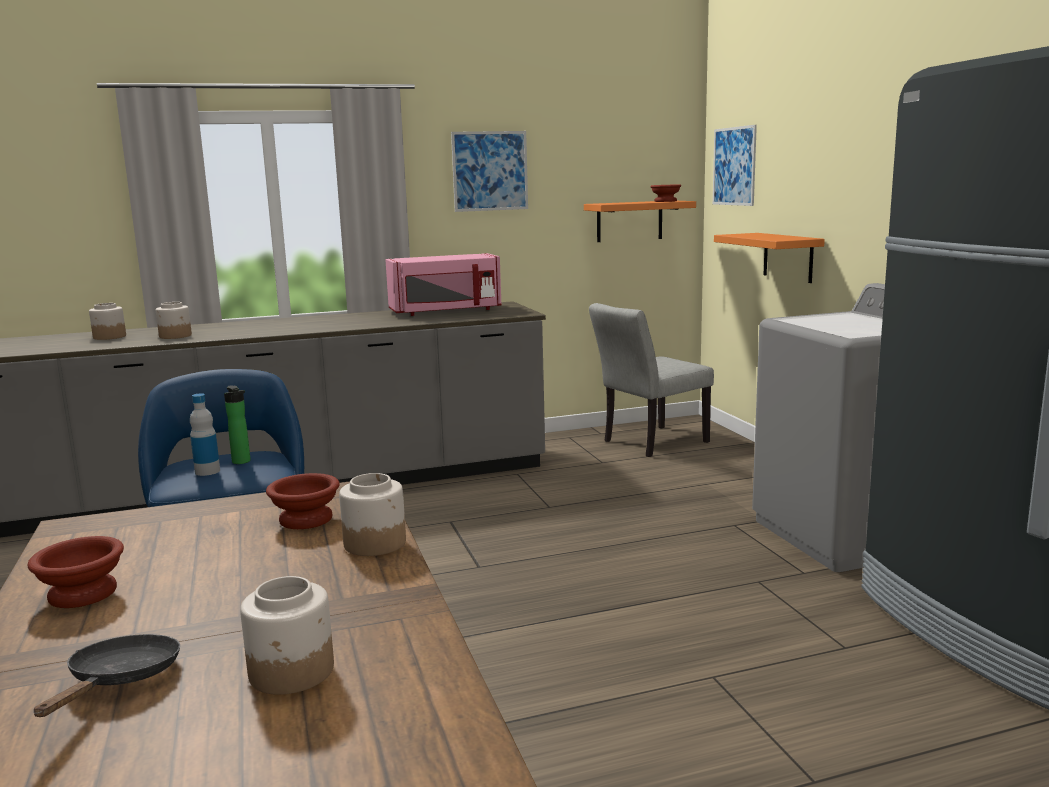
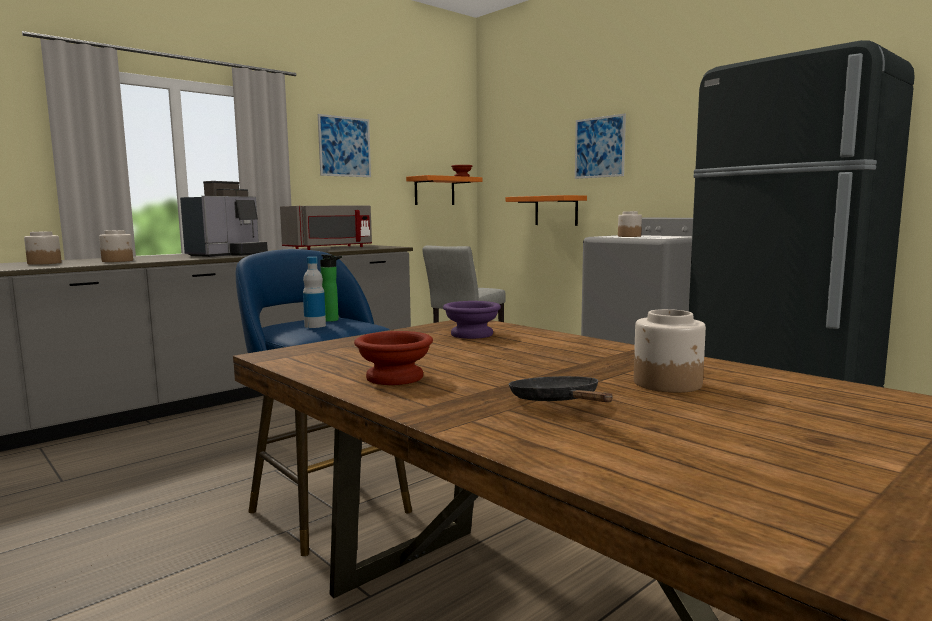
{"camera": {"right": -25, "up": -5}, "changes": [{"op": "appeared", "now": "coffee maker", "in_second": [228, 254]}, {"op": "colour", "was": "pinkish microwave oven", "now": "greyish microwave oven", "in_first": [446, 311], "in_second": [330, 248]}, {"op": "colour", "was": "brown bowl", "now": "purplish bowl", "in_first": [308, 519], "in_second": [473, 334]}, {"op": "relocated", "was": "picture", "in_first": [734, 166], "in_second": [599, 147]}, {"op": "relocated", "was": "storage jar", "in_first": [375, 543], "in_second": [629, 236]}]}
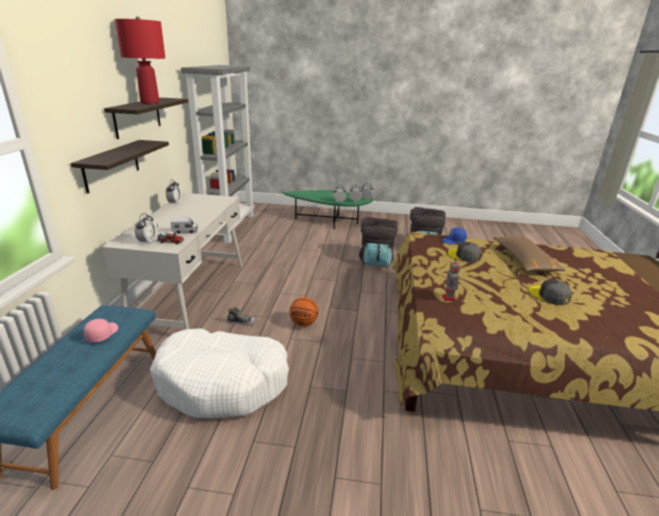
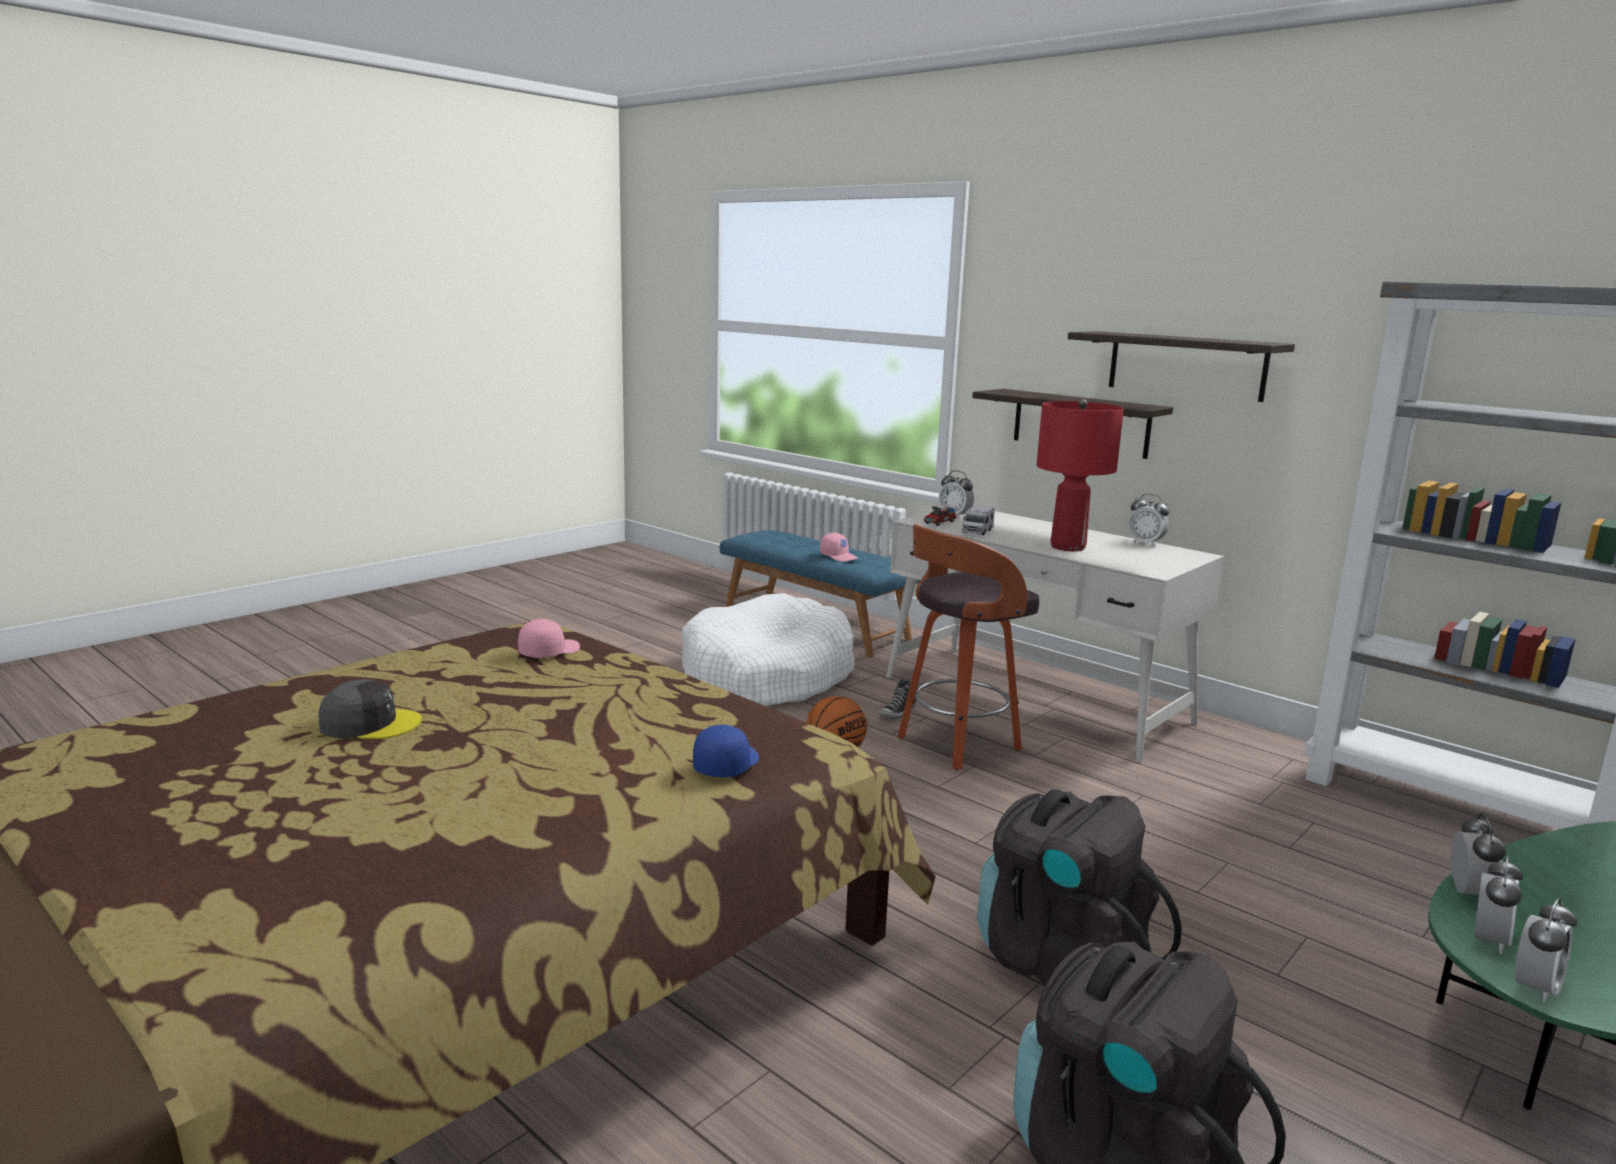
{"camera": {"right": 125, "up": -10}, "changes": [{"op": "exchanged", "was": "model robot", "now": "pinkish cap", "in_first": [449, 298], "in_second": [549, 651]}, {"op": "appeared", "now": "sitting stool", "in_second": [956, 745]}, {"op": "relocated", "was": "reddish tabletop lamp", "in_first": [150, 103], "in_second": [1067, 547]}, {"op": "missing", "was": "greyish cap", "in_first": [464, 256]}, {"op": "missing", "was": "brown cushion", "in_first": [524, 261]}]}
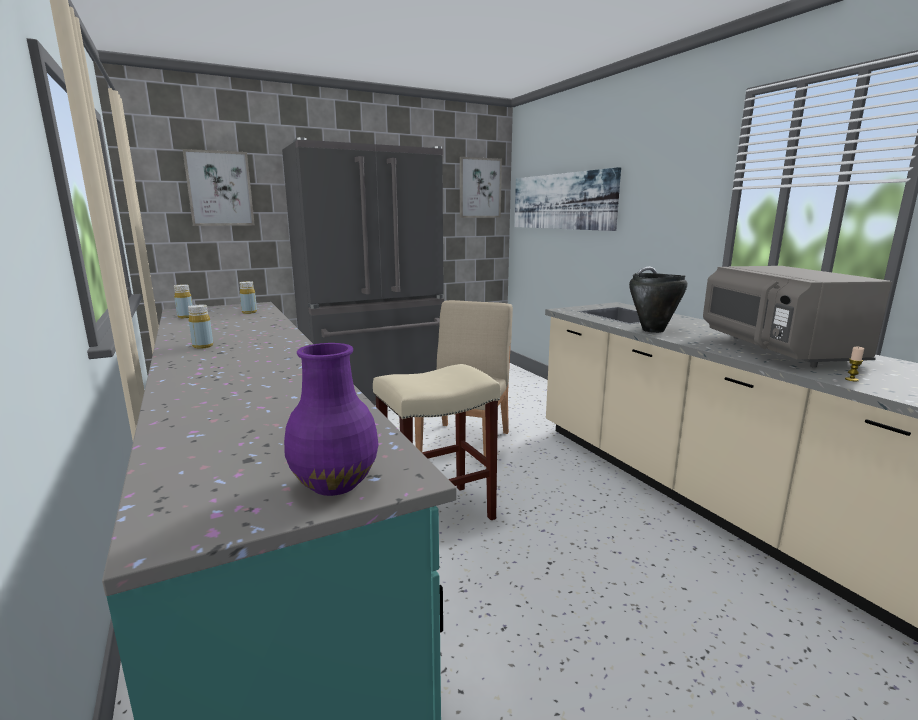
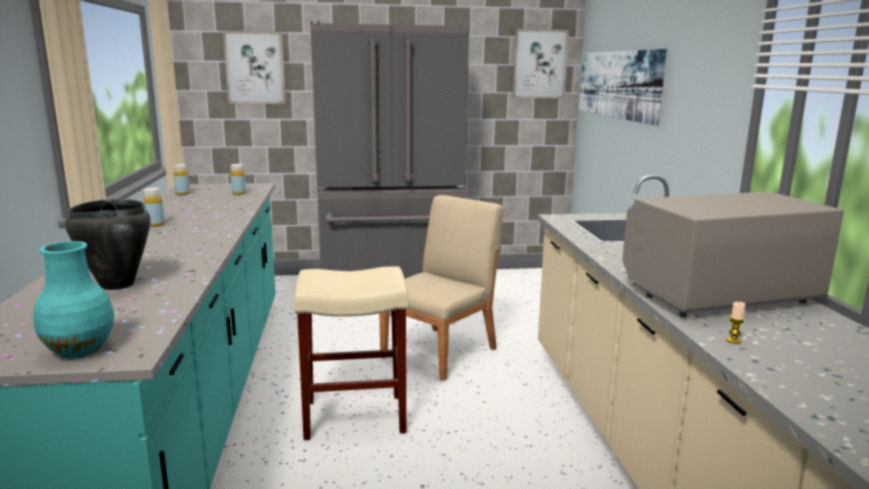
{"camera": {"right": 20, "up": 0}, "changes": [{"op": "colour", "was": "purplish vase", "now": "blue-green vase", "in_first": [336, 484], "in_second": [80, 350]}, {"op": "relocated", "was": "blackish saucepot", "in_first": [653, 330], "in_second": [116, 285]}, {"op": "spun", "was": "greyish microwave oven", "in_first": [776, 350], "in_second": [717, 294], "clockwise": 60}]}
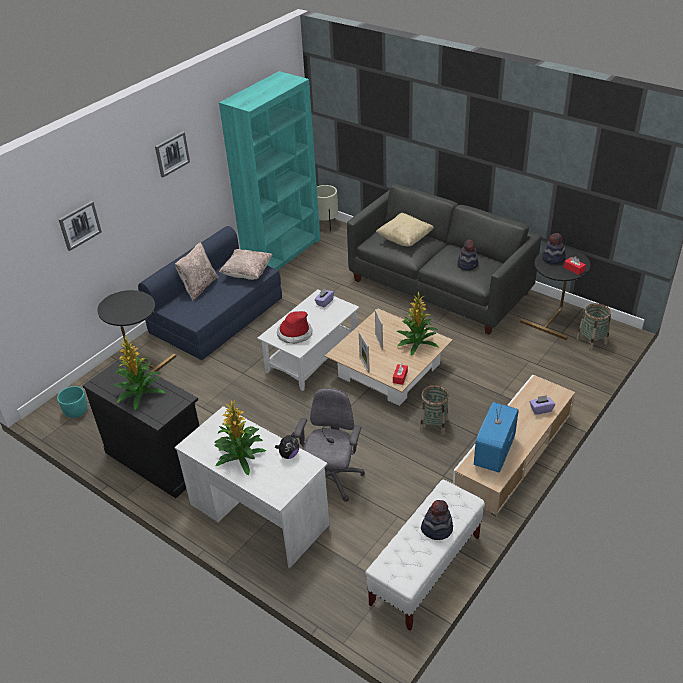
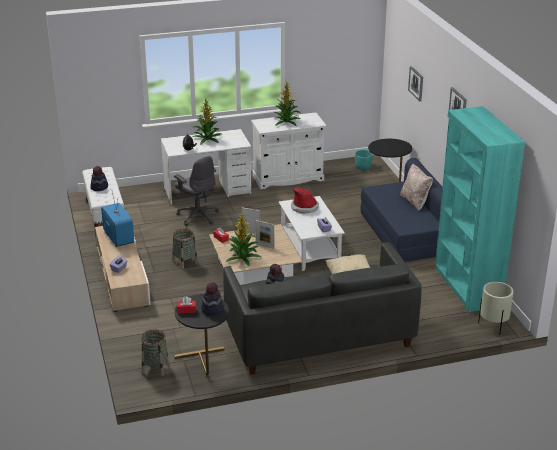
{"camera": {"right": 125, "up": -10}, "changes": [{"op": "colour", "was": "blackish cabinet", "now": "whitish cabinet", "in_first": [157, 459], "in_second": [288, 178]}, {"op": "missing", "was": "beige cushion", "in_first": [247, 273]}]}
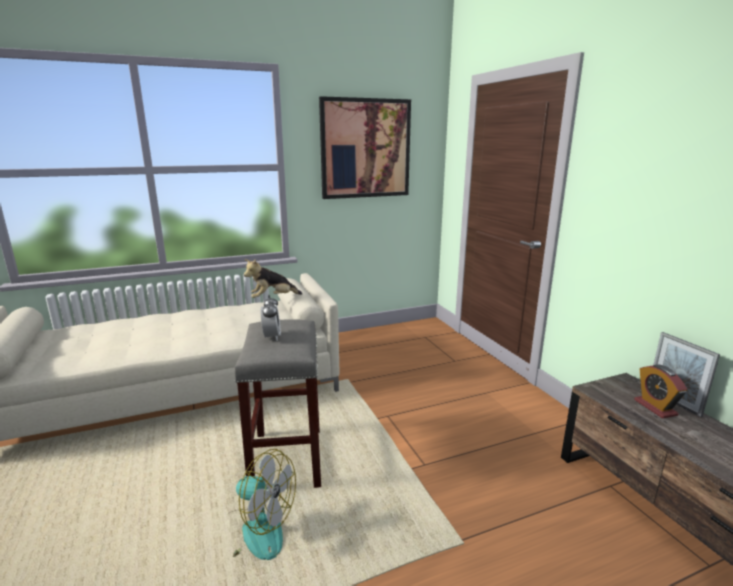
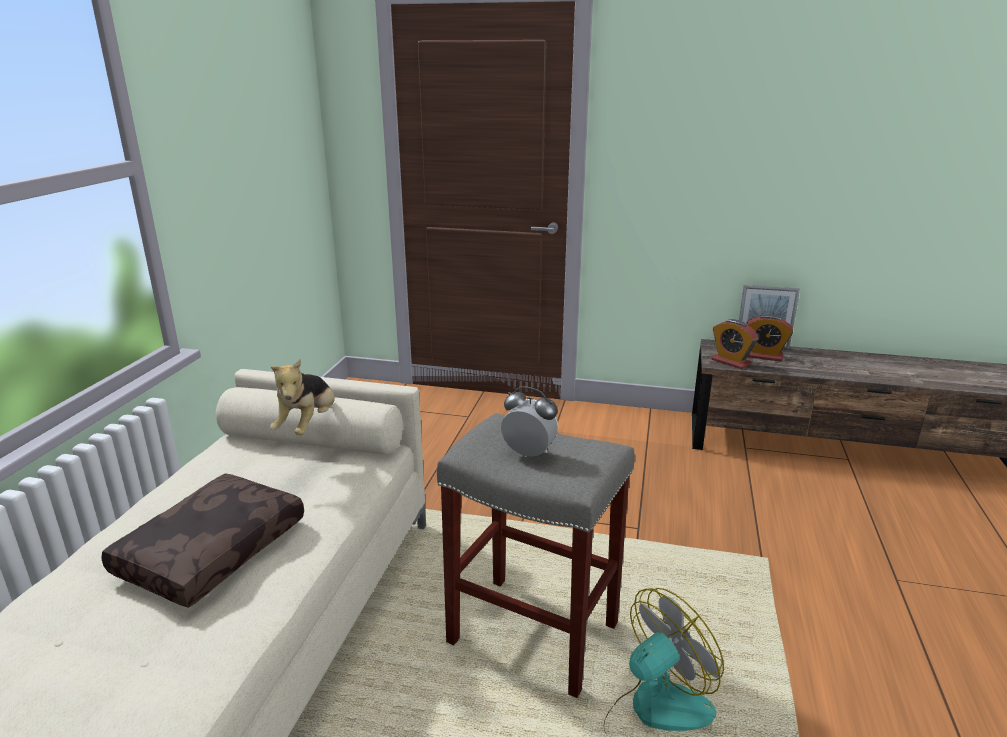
{"camera": {"right": -55, "up": 5}, "changes": [{"op": "appeared", "now": "brown cushion", "in_second": [211, 549]}, {"op": "appeared", "now": "alarm clock", "in_second": [731, 362]}, {"op": "missing", "was": "picture", "in_first": [365, 149]}]}
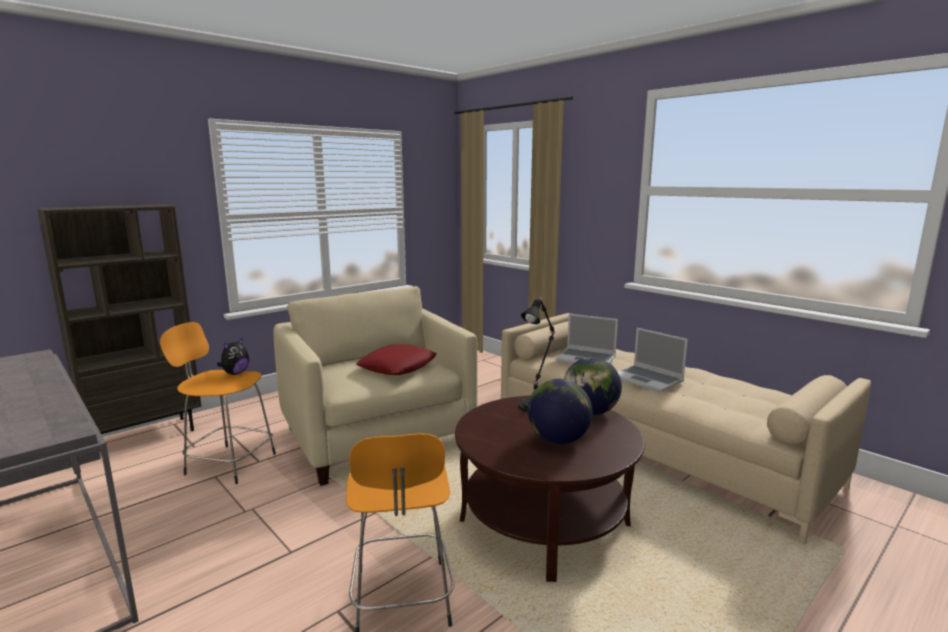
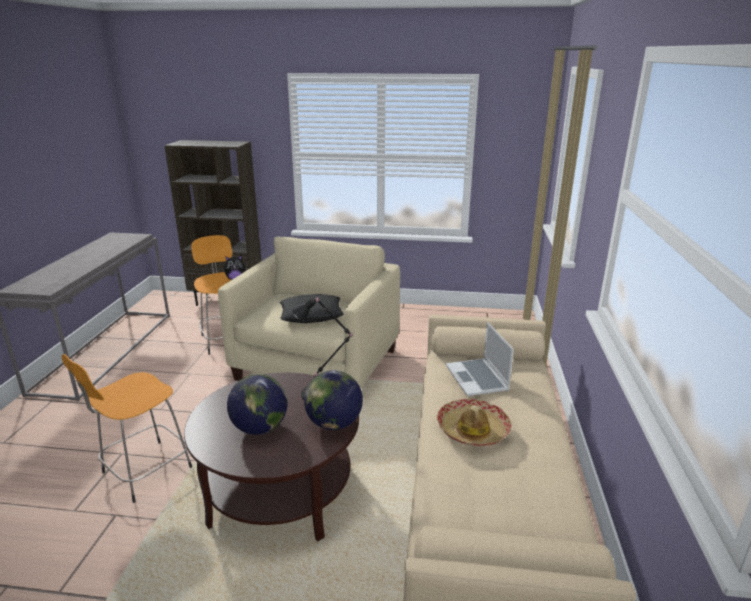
{"camera": {"right": 50, "up": 10}, "changes": [{"op": "colour", "was": "reddish cushion", "now": "blackish cushion", "in_first": [398, 366], "in_second": [311, 314]}, {"op": "exchanged", "was": "notebook computer", "now": "clothing hat", "in_first": [648, 380], "in_second": [472, 430]}]}
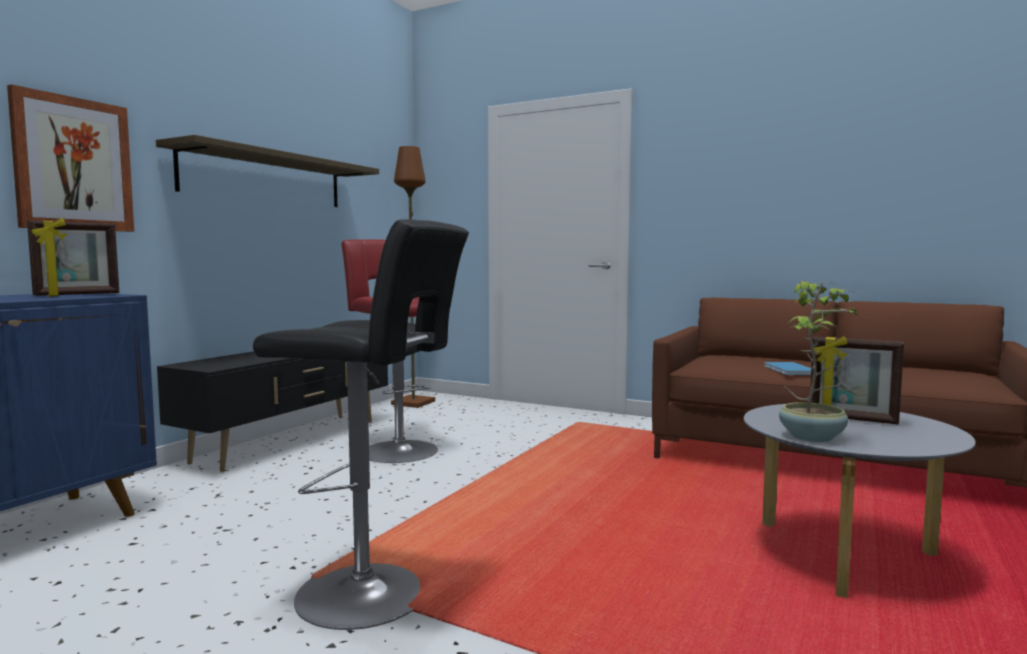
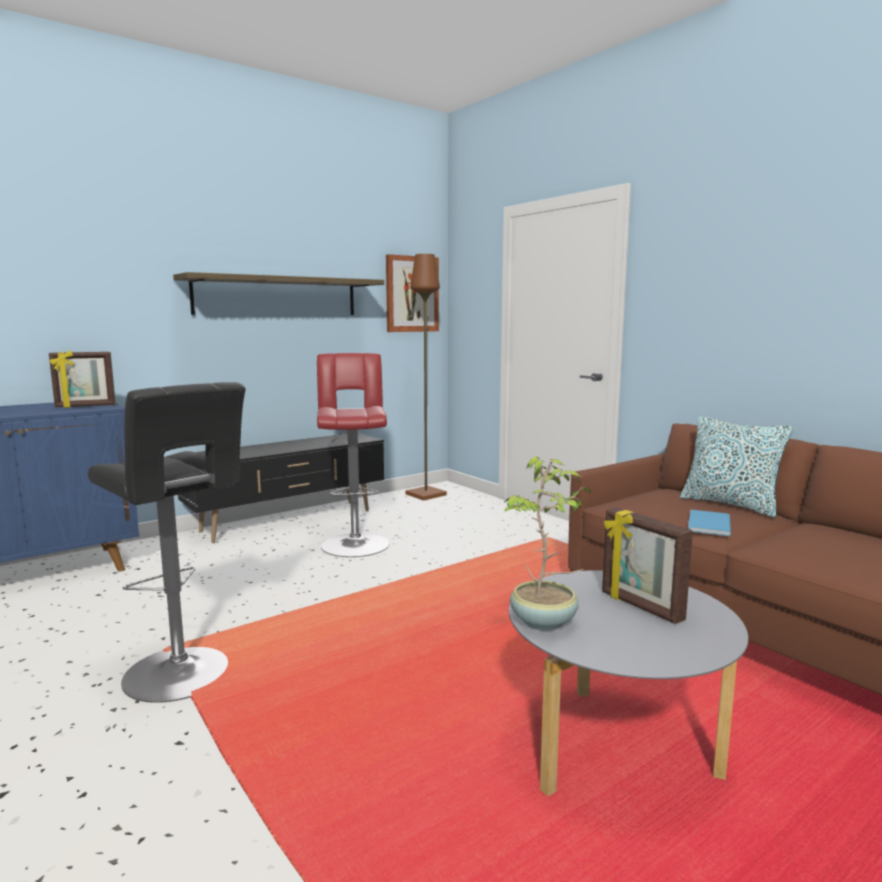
{"camera": {"right": 25, "up": 5}, "changes": [{"op": "relocated", "was": "picture", "in_first": [73, 164], "in_second": [412, 294]}, {"op": "appeared", "now": "cushion", "in_second": [730, 504]}]}
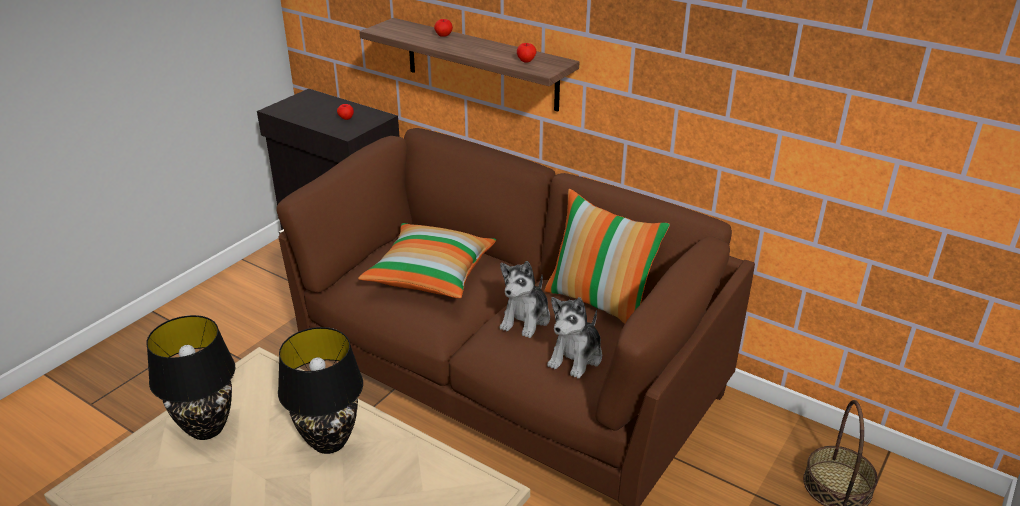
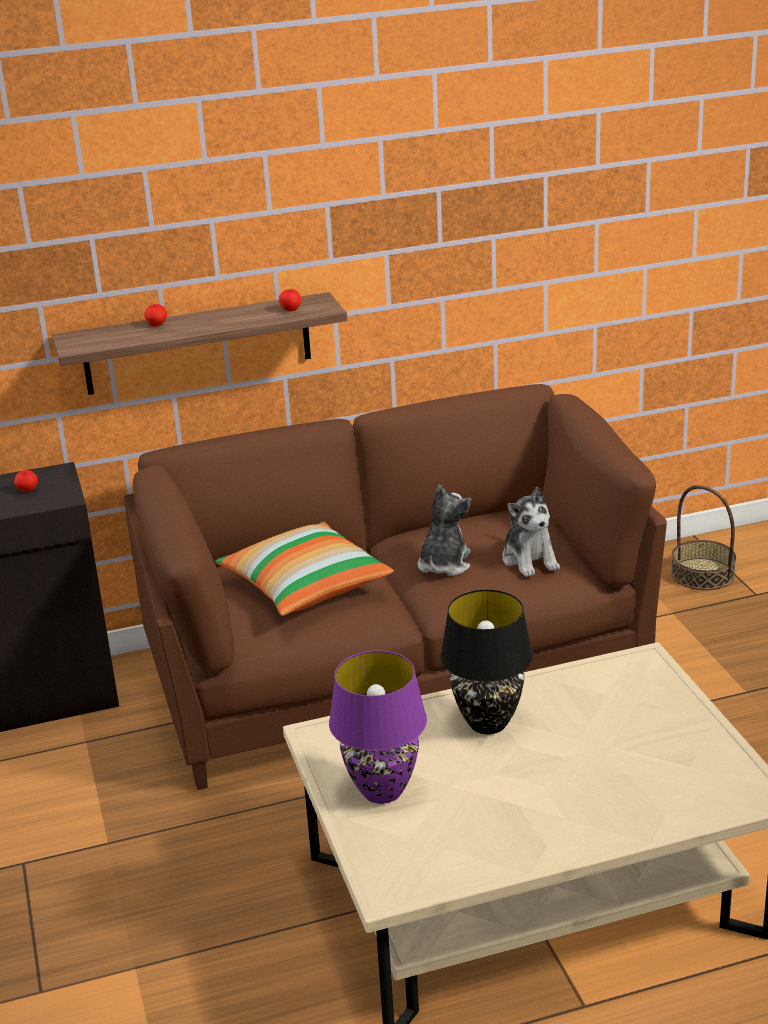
{"camera": {"right": -50, "up": -5}, "changes": [{"op": "colour", "was": "blackish tabletop lamp", "now": "purplish tabletop lamp", "in_first": [206, 428], "in_second": [381, 791]}, {"op": "spun", "was": "soft toy", "in_first": [526, 319], "in_second": [444, 564], "clockwise": -135}, {"op": "missing", "was": "cushion", "in_first": [600, 302]}]}
